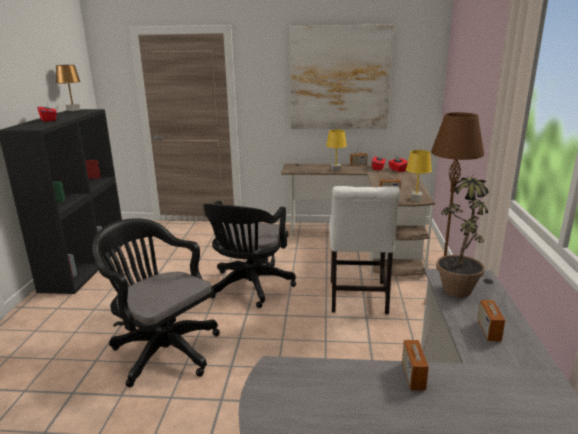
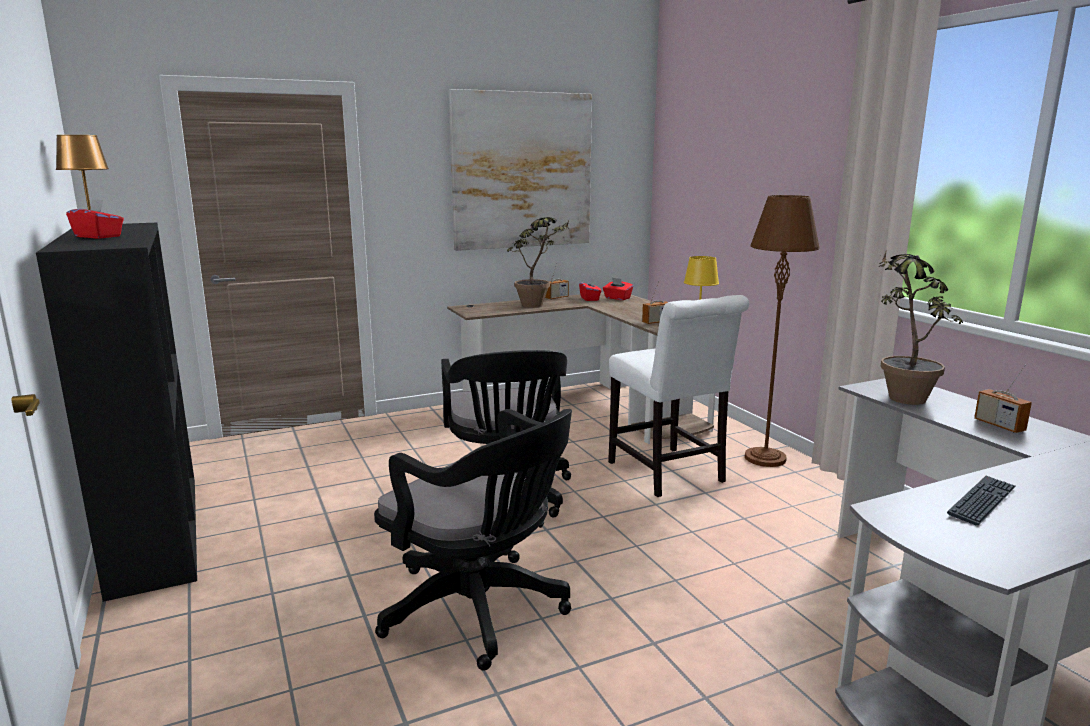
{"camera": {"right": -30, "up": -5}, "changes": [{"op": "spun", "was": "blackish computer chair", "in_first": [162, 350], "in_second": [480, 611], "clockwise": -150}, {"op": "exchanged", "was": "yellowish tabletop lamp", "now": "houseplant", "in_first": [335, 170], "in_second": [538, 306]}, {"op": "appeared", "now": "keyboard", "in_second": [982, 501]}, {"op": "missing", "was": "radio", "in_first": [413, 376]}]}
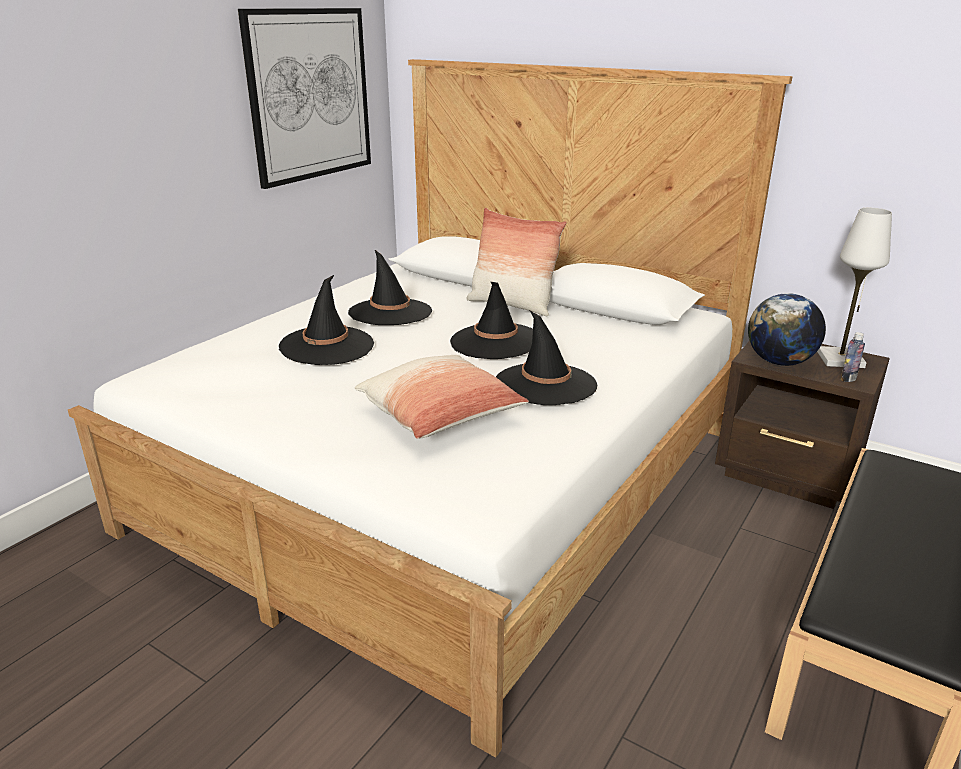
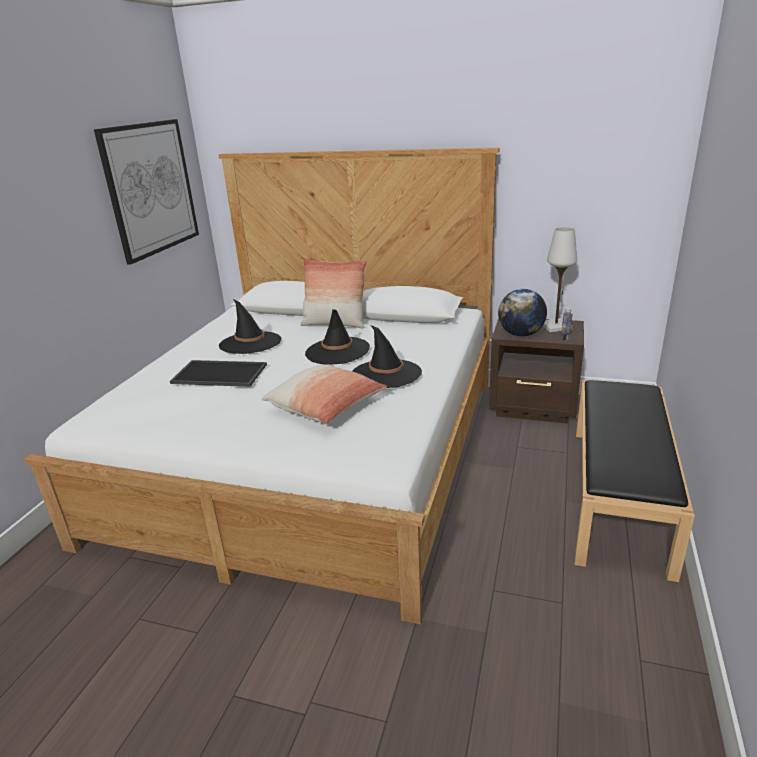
{"camera": {"right": -15, "up": 0}, "changes": [{"op": "exchanged", "was": "blackish clothing hat", "now": "serving tray", "in_first": [327, 346], "in_second": [218, 374]}]}
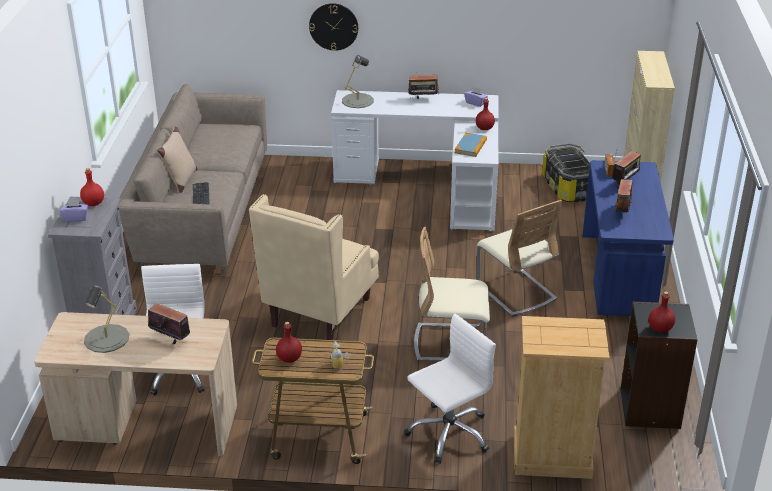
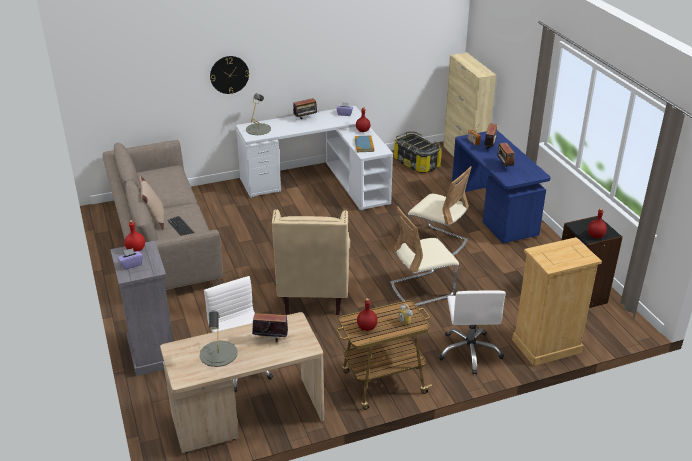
{"camera": {"right": -25, "up": 0}, "changes": [{"op": "spun", "was": "whitish computer chair", "in_first": [449, 433], "in_second": [469, 352], "clockwise": 150}]}
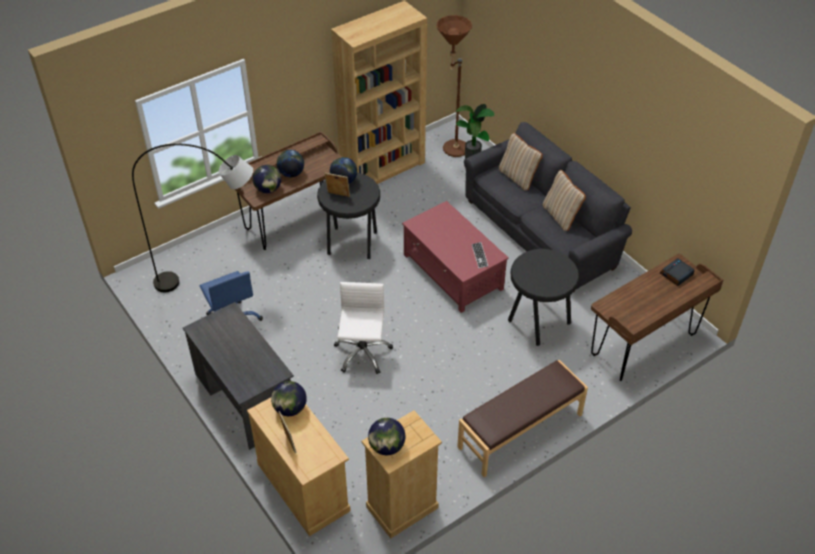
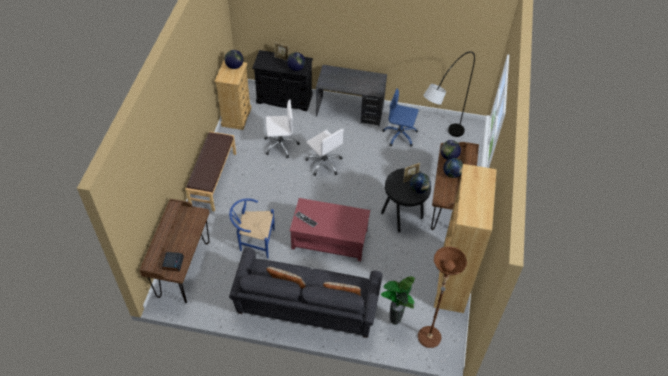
{"camera": {"right": 135, "up": 5}, "changes": [{"op": "exchanged", "was": "blackish sitting stool", "now": "bluish plain chair", "in_first": [537, 323], "in_second": [254, 241]}, {"op": "colour", "was": "beige cabinet", "now": "blackish cabinet", "in_first": [303, 486], "in_second": [284, 99]}, {"op": "appeared", "now": "whitish computer chair", "in_second": [280, 145]}]}
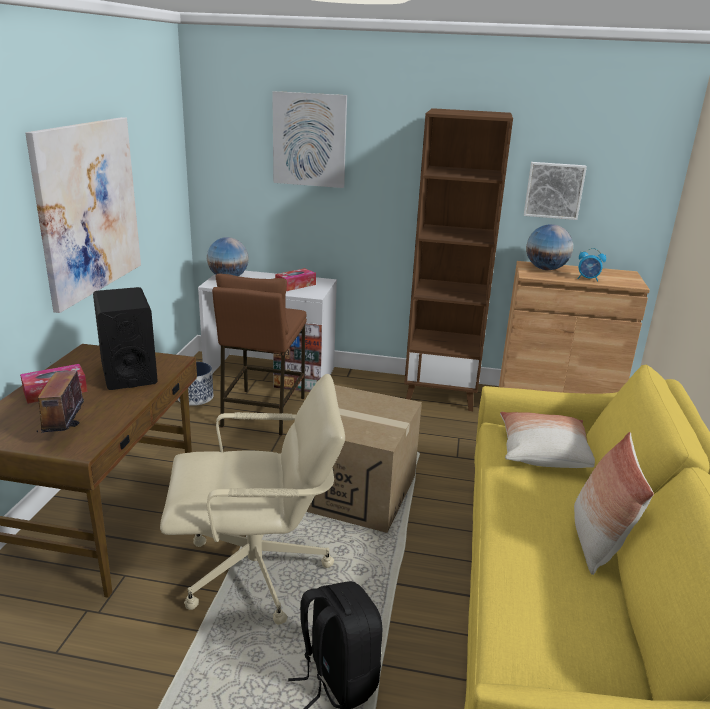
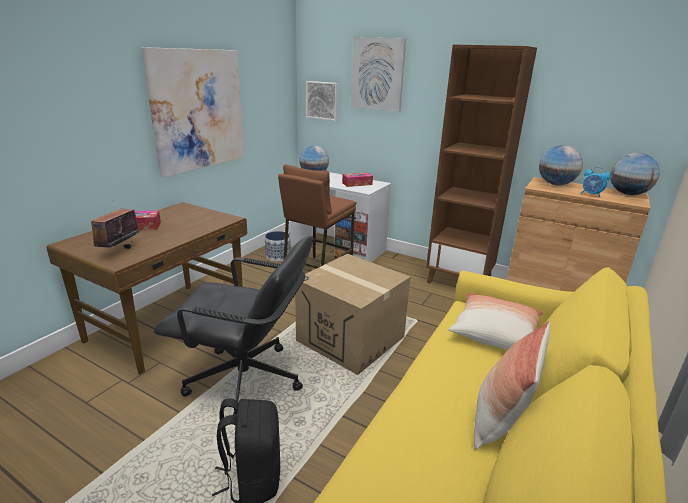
{"camera": {"right": 20, "up": 0}, "changes": [{"op": "colour", "was": "beige computer chair", "now": "blackish computer chair", "in_first": [258, 572], "in_second": [245, 381]}, {"op": "relocated", "was": "picture", "in_first": [554, 190], "in_second": [323, 100]}, {"op": "appeared", "now": "desk globe", "in_second": [628, 194]}, {"op": "missing", "was": "blackish audio speaker", "in_first": [129, 373]}]}
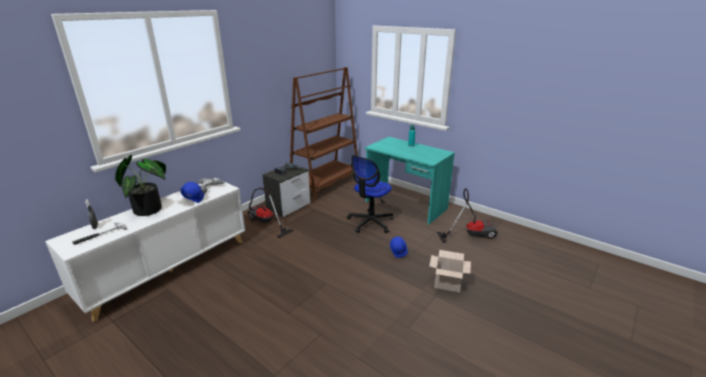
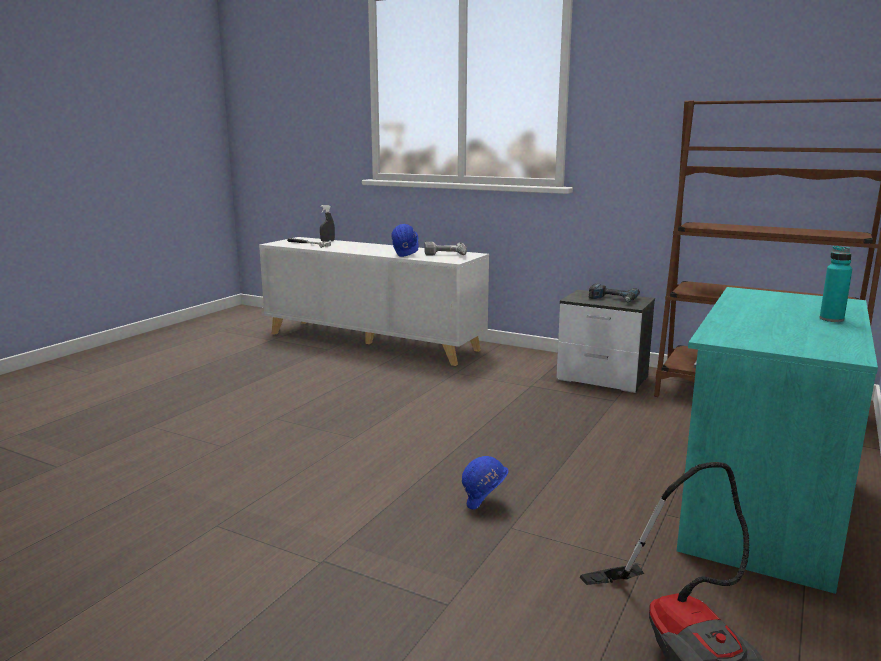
{"camera": {"right": 80, "up": -10}, "changes": [{"op": "missing", "was": "houseplant", "in_first": [151, 209]}, {"op": "missing", "was": "vacuum", "in_first": [265, 223]}, {"op": "missing", "was": "computer chair", "in_first": [370, 222]}, {"op": "missing", "was": "carton", "in_first": [446, 283]}]}
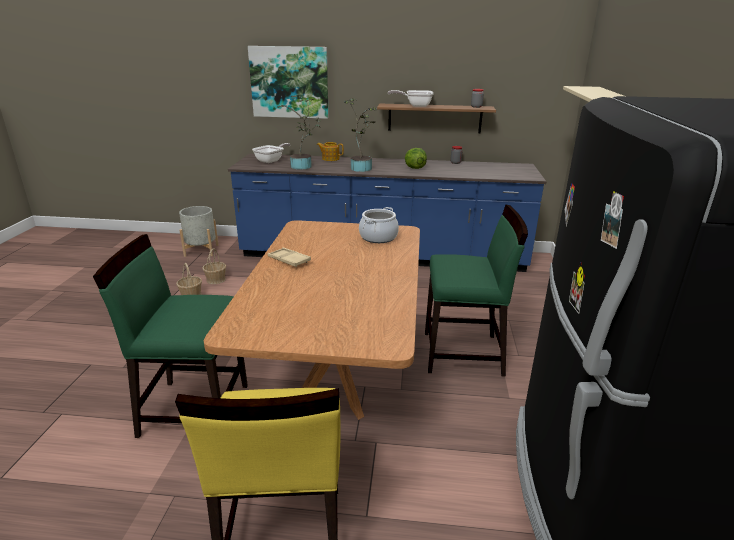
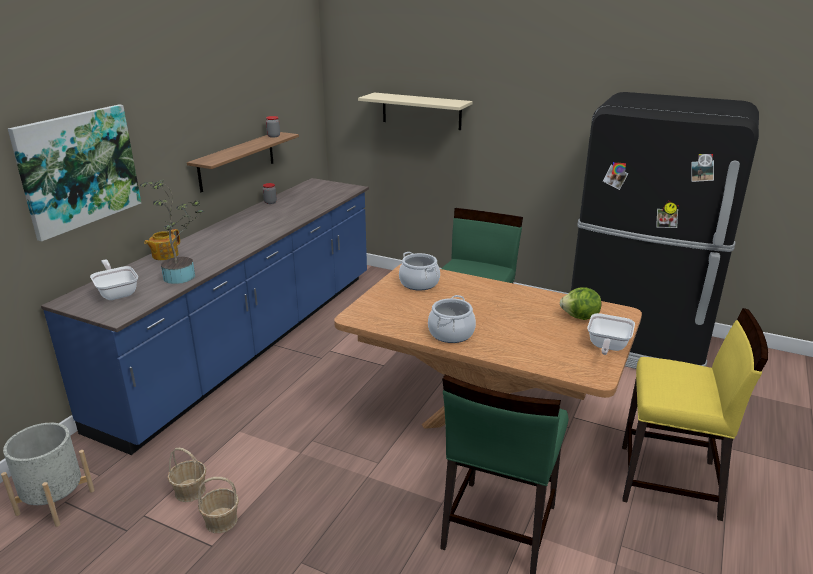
{"camera": {"right": -70, "up": 0}, "changes": [{"op": "exchanged", "was": "beige serving tray", "now": "saucepot", "in_first": [289, 260], "in_second": [451, 333]}, {"op": "relocated", "was": "lettuce head", "in_first": [414, 168], "in_second": [580, 317]}, {"op": "relocated", "was": "pan", "in_first": [415, 105], "in_second": [607, 347]}, {"op": "missing", "was": "houseplant", "in_first": [361, 168]}]}
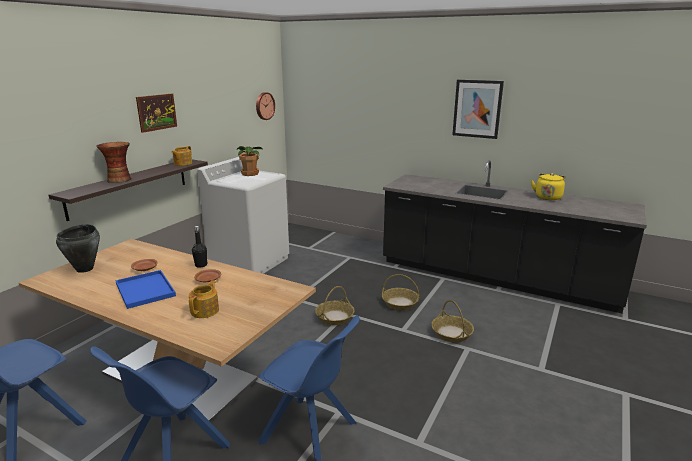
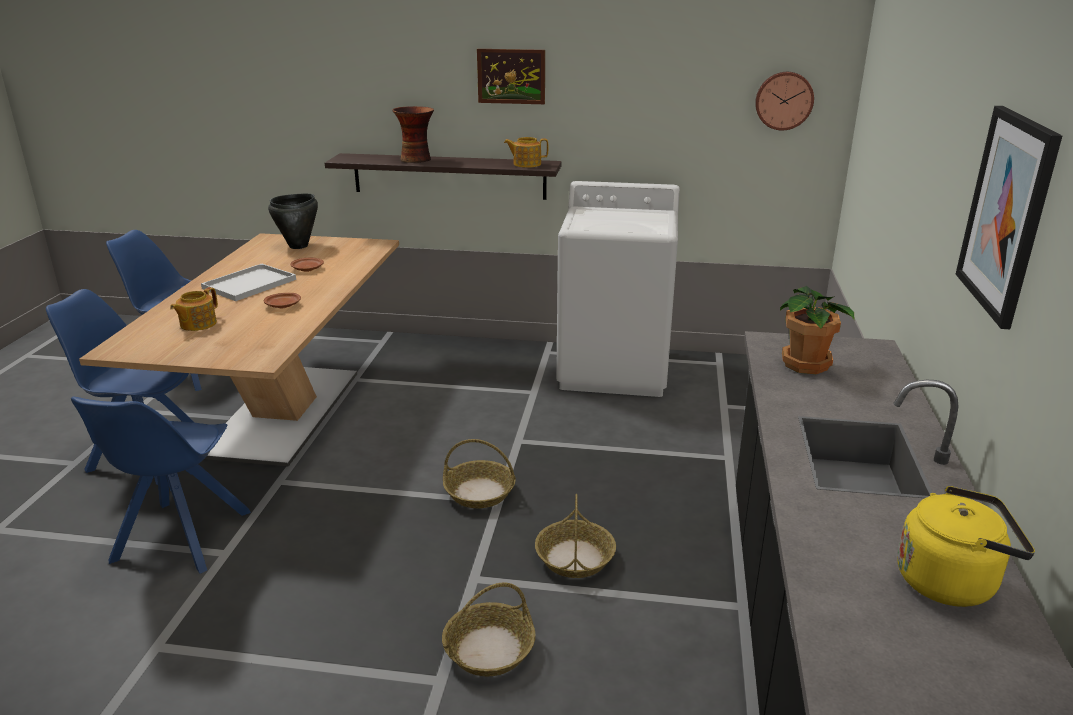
{"camera": {"right": 70, "up": 5}, "changes": [{"op": "spun", "was": "pot for tea", "in_first": [205, 310], "in_second": [197, 324], "clockwise": 120}, {"op": "colour", "was": "bluish serving tray", "now": "whitish serving tray", "in_first": [144, 289], "in_second": [250, 283]}, {"op": "relocated", "was": "houseplant", "in_first": [250, 173], "in_second": [807, 364]}, {"op": "missing", "was": "blackish beverage bottle", "in_first": [201, 265]}]}
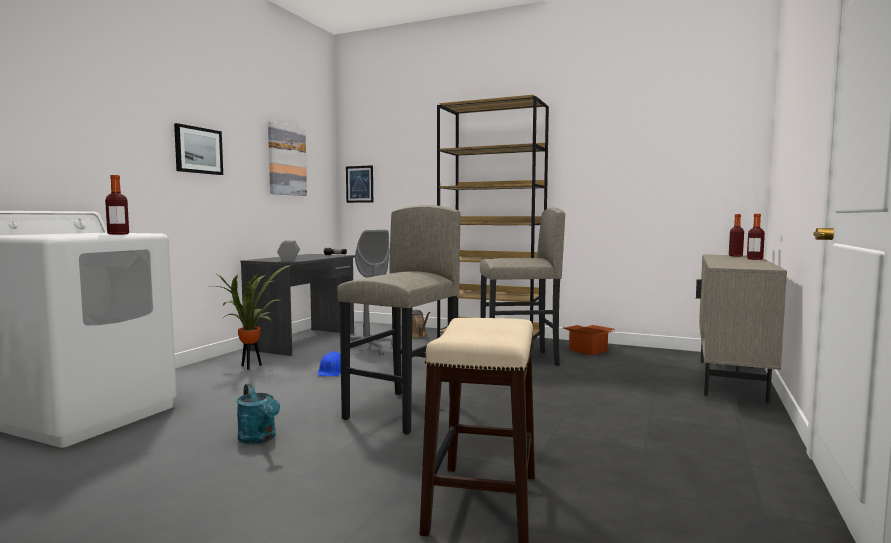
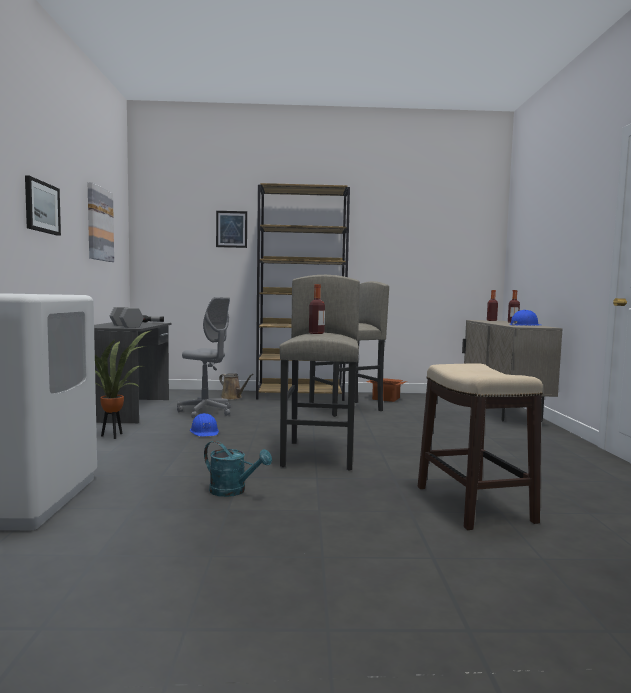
{"camera": {"right": -25, "up": 0}, "changes": [{"op": "relocated", "was": "picture", "in_first": [359, 184], "in_second": [231, 229]}, {"op": "relocated", "was": "beverage bottle", "in_first": [118, 234], "in_second": [316, 333]}, {"op": "appeared", "now": "bluish safety helmet", "in_second": [525, 326]}]}
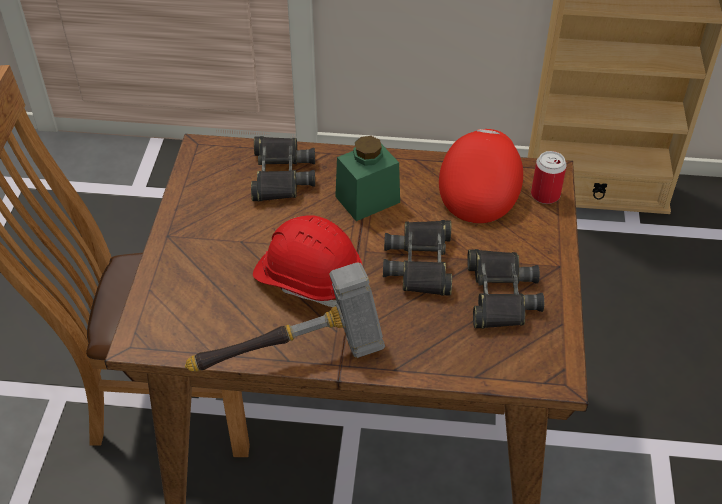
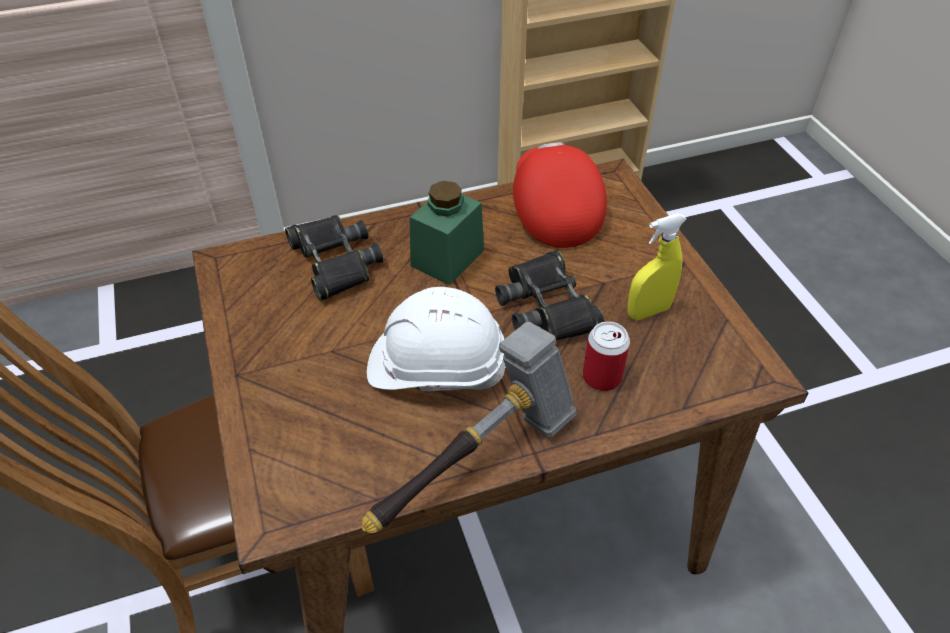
{"camera": {"right": -25, "up": 0}, "changes": [{"op": "colour", "was": "reddish safety helmet", "now": "whitish safety helmet", "in_first": [308, 278], "in_second": [436, 365]}, {"op": "relocated", "was": "sealed can", "in_first": [545, 195], "in_second": [602, 377]}, {"op": "exchanged", "was": "blackish pair of binoculars", "now": "yellowish hand sprayer", "in_first": [500, 295], "in_second": [648, 311]}]}
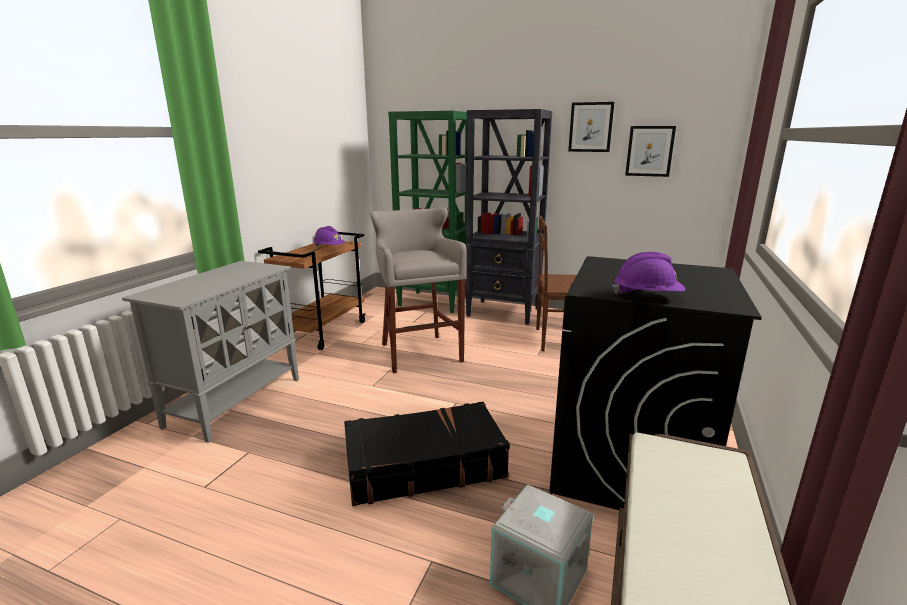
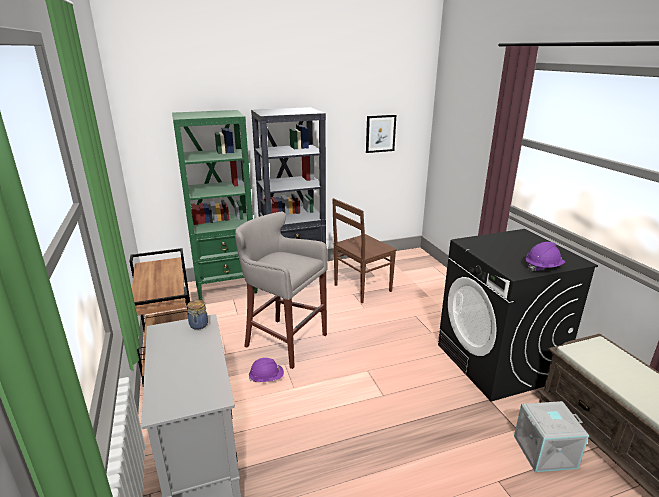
{"camera": {"right": -40, "up": 5}, "changes": [{"op": "appeared", "now": "storage jar", "in_second": [198, 325]}, {"op": "relocated", "was": "purplish safety helmet", "in_first": [329, 248], "in_second": [266, 378]}, {"op": "missing", "was": "blackish travel case", "in_first": [423, 465]}, {"op": "missing", "was": "picture", "in_first": [590, 127]}]}
